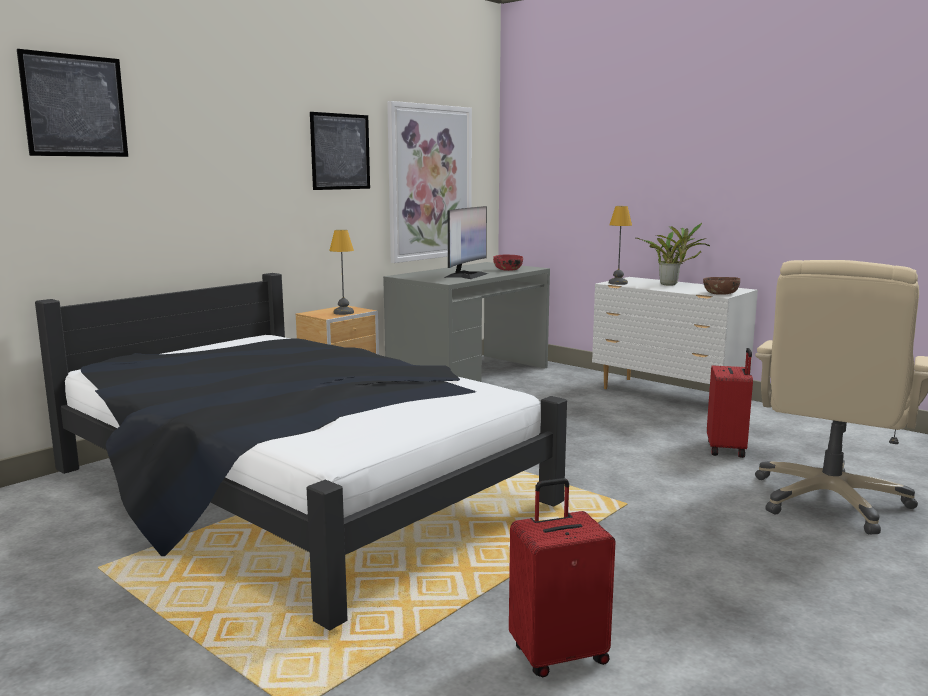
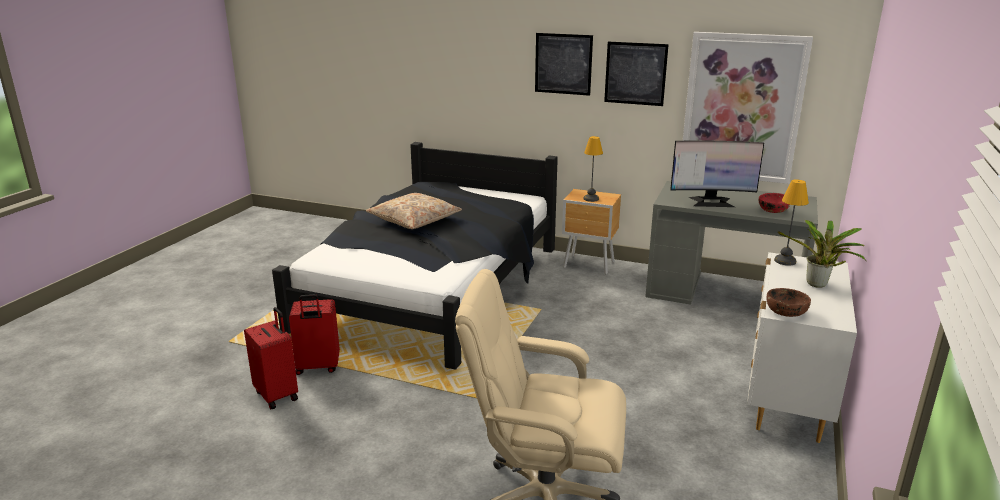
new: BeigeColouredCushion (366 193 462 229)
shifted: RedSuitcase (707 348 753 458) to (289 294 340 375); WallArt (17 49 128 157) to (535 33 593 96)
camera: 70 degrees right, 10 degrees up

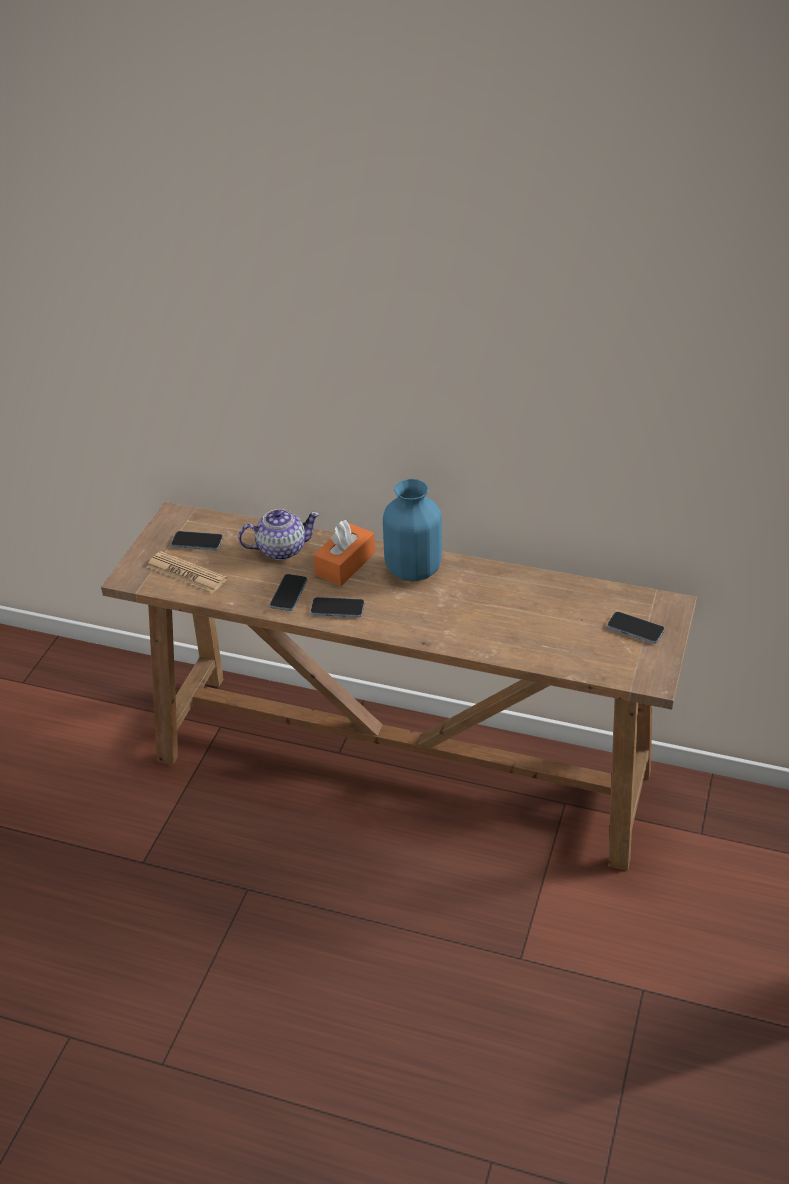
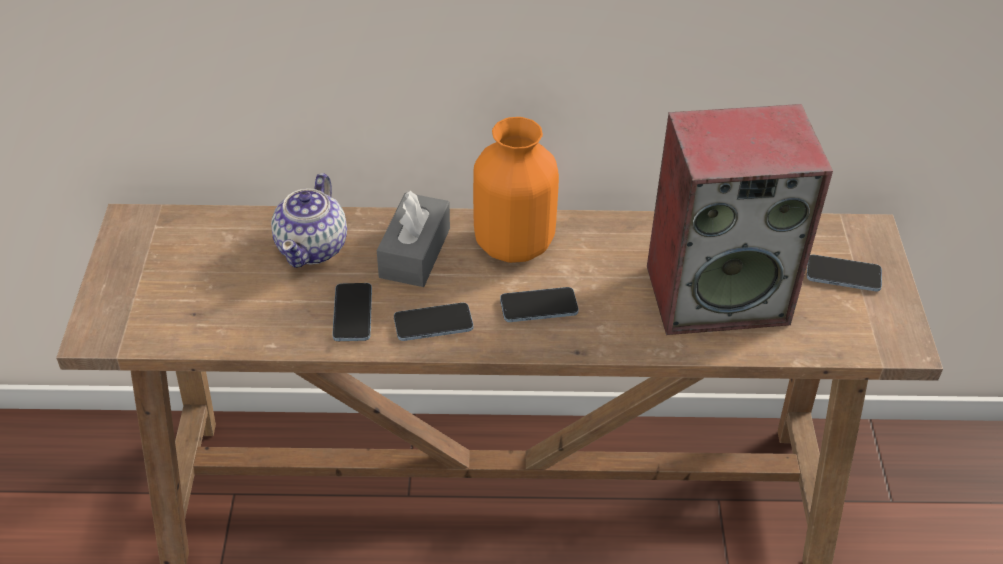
gone: Newspaper (146 551 227 594)
new: Loudspeaker (647 104 833 335)
shifted: Handset (171 531 223 550) to (500 287 579 322)
repainted: OrangeColouredTissueHolder (313 520 375 586) to GreyishTissueHolder (377 191 450 287); BlueColouredFlowerVase (383 479 442 581) to OrangeColouredFlowerVase (473 117 559 263)
rotated: PotForTea (238 509 320 560) = (271 173 347 268) 135 degrees clockwise
camera: 20 degrees left, 5 degrees up

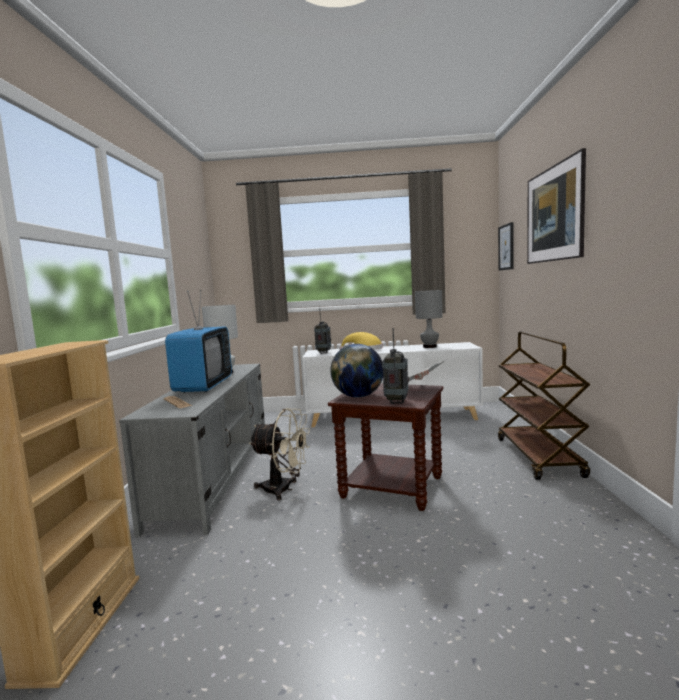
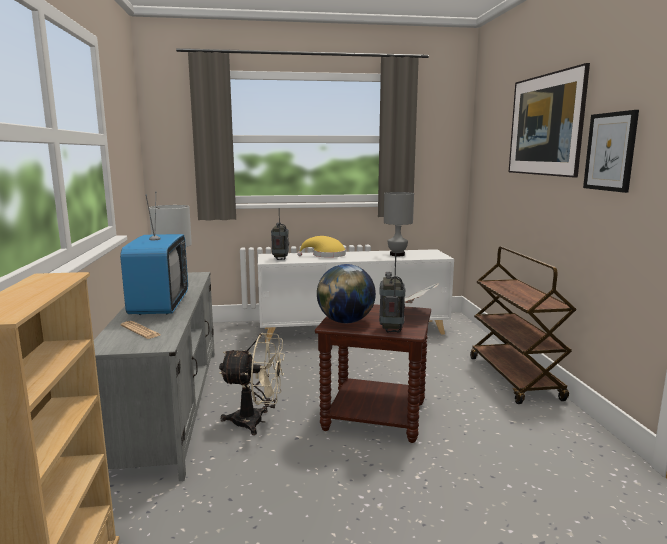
shifted: WallArt (498 222 514 271) to (583 110 639 193)
camera: 10 degrees left, 5 degrees up

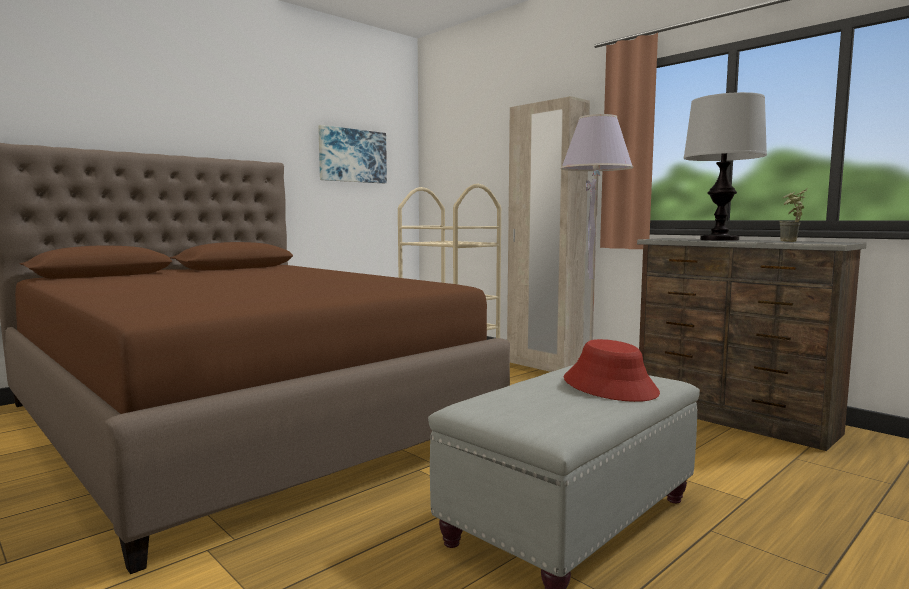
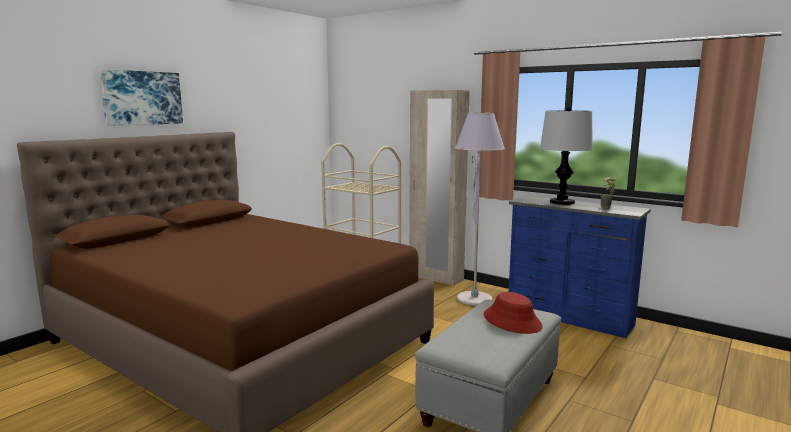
shifted: WallArt (318 125 387 183) to (99 69 183 126)
repainted: BrownChestOfDrawers (637 238 867 451) to BlueColouredChestOfDrawers (509 195 651 338)
camera: 10 degrees left, 5 degrees up

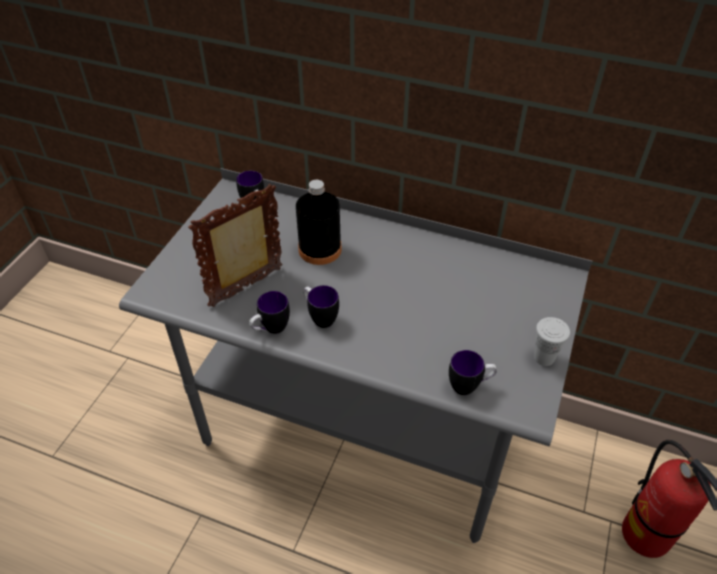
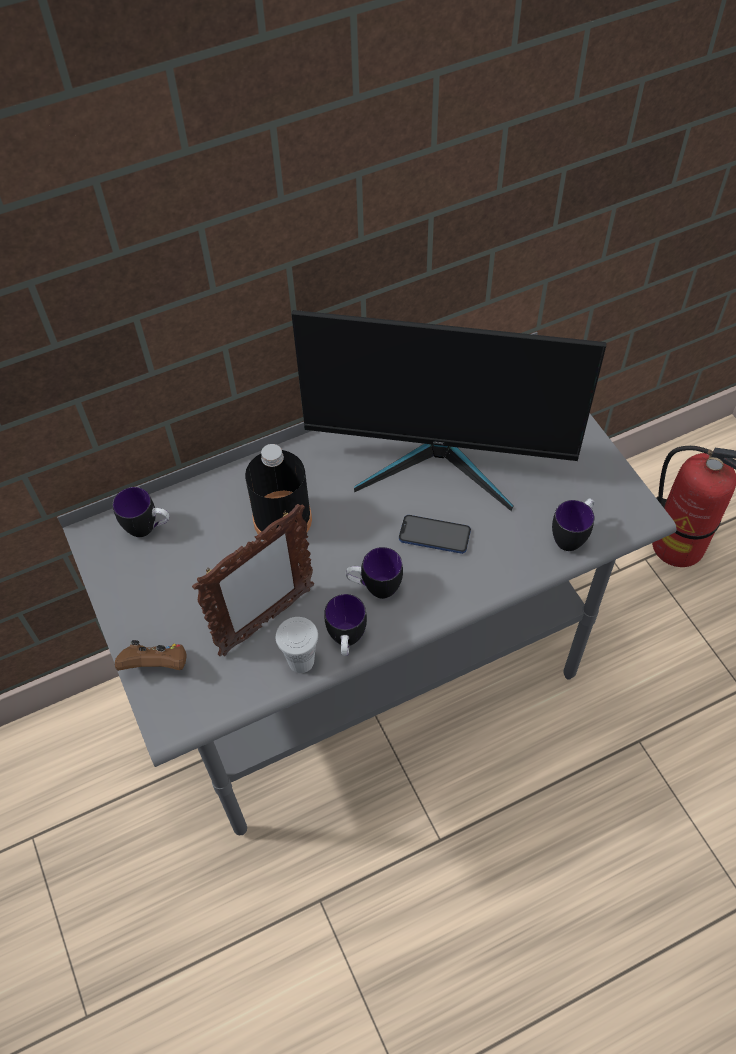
new: BrownJoypad (115 640 186 671); Monitor (291 310 606 511); Handset (399 515 471 554)
shifted: WhiteColouredDrinkingCup (534 317 570 366) to (276 617 318 673)
rotated: PictureFrame (188 184 283 307) = (192 504 314 656) 135 degrees counterclockwise
camera: 45 degrees left, 10 degrees up

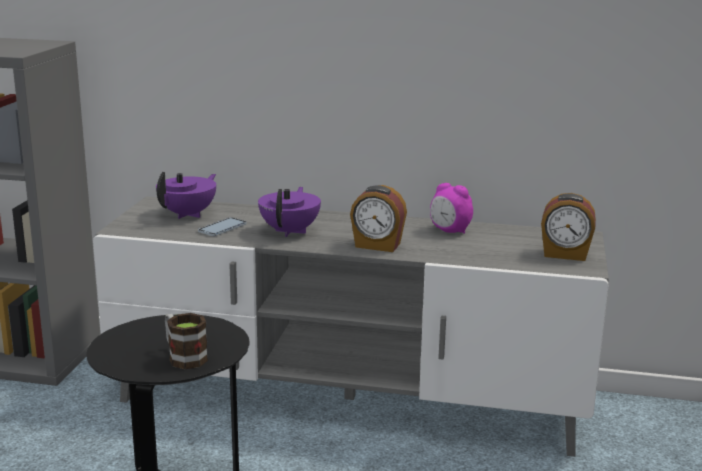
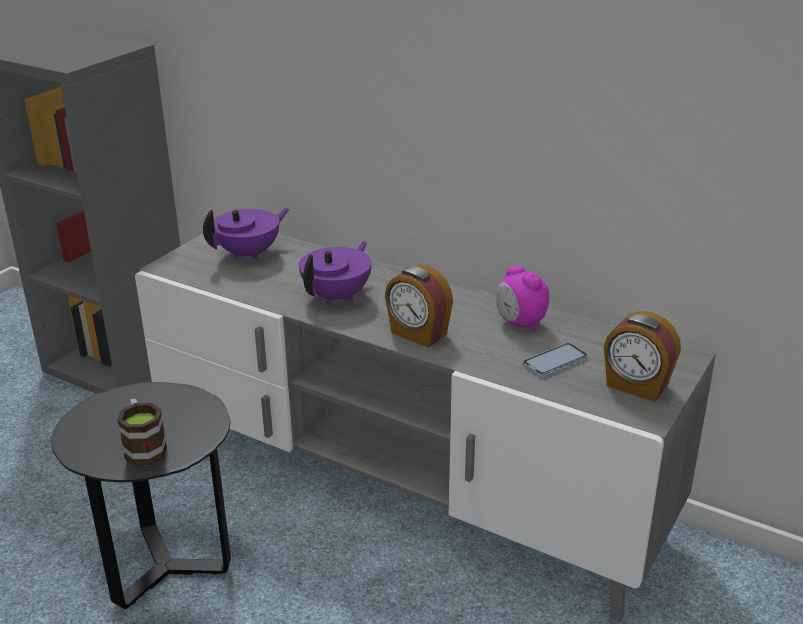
shifted: Handset (198 217 247 236) to (523 343 588 377)
camera: 20 degrees right, 10 degrees up

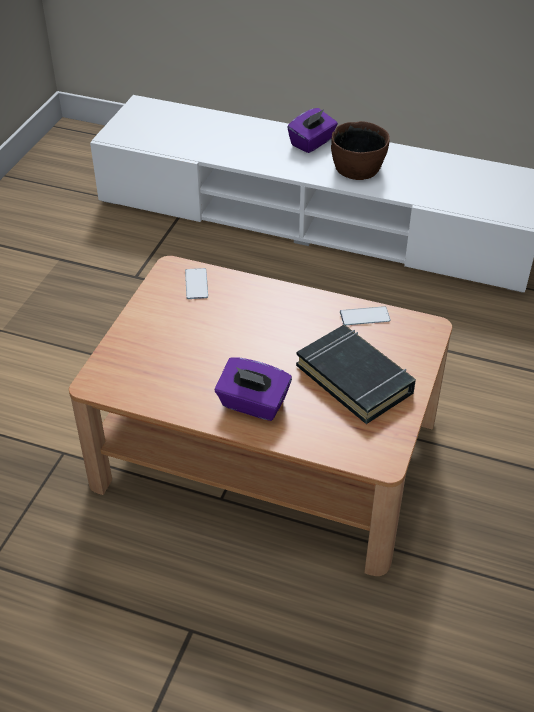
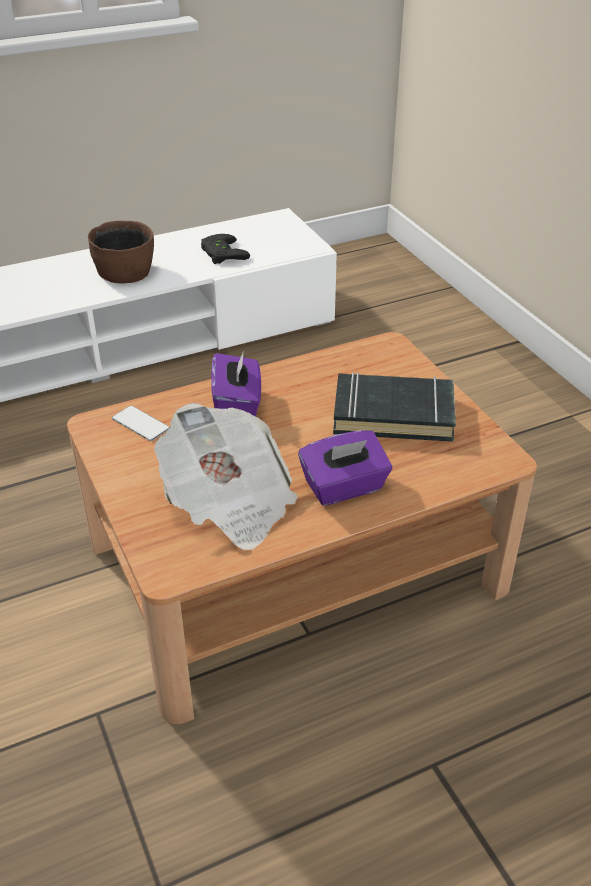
gone: Handset (340 306 391 325)
new: Newspaper (154 403 298 550); BlackColouredJoypad (201 234 250 264)
shifted: PurpleColouredTissueHolder (287 108 338 153) to (211 350 261 416)
camera: 45 degrees left, 5 degrees down

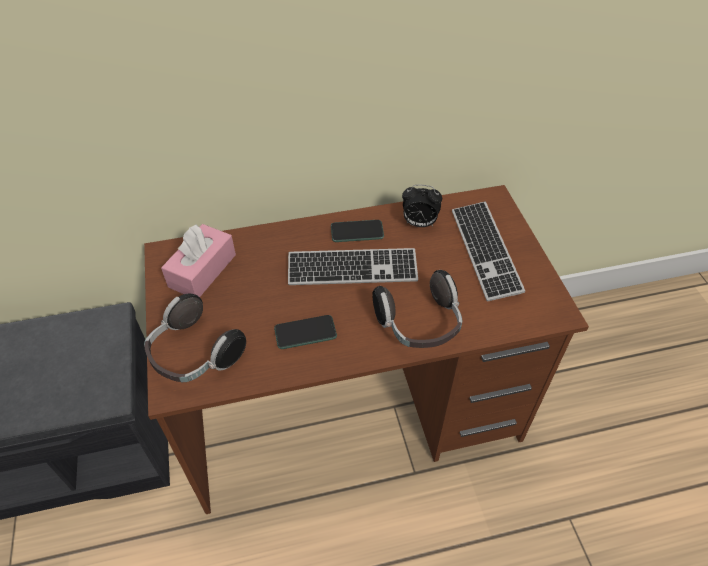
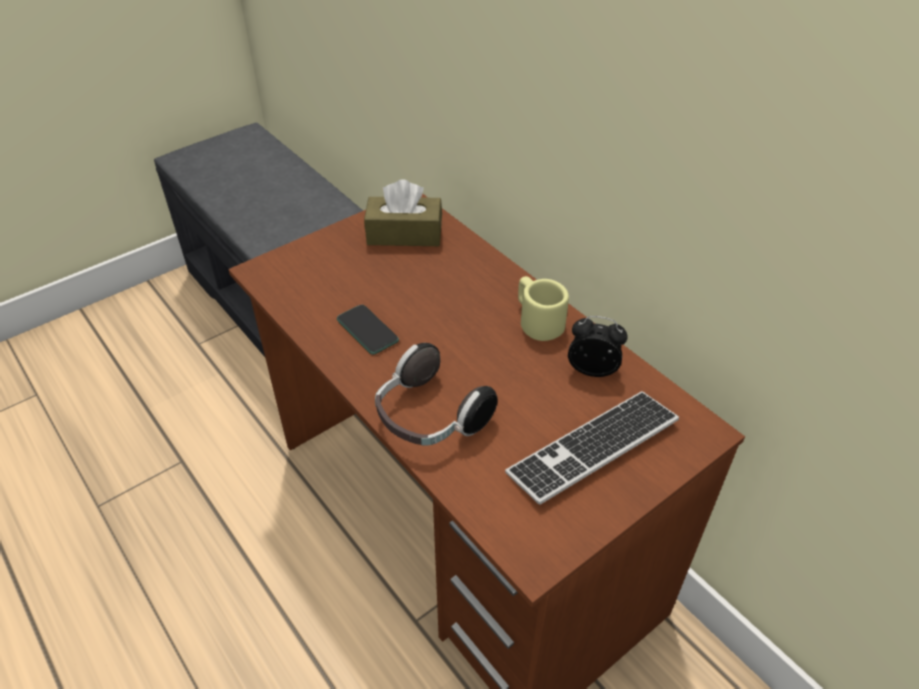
gone: Headphones (144 293 246 382); Keyboard (288 248 418 285)
swapped: Handset (331 220 384 242) to BeigeColouredMug (518 276 569 341)
repainted: PinkColouredTissueHolder (161 224 236 297) to BrownTissueHolder (364 180 442 246)
rotated: BedsideClock (402 185 442 227) = (568 316 628 377) 120 degrees clockwise
camera: 65 degrees right, 5 degrees down

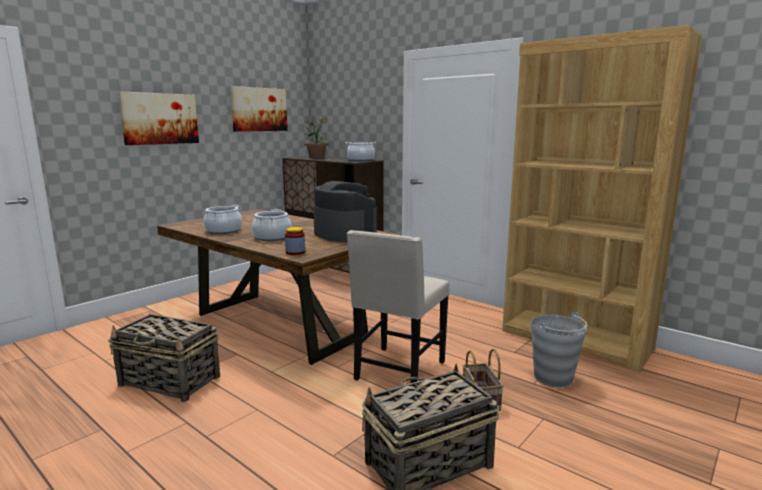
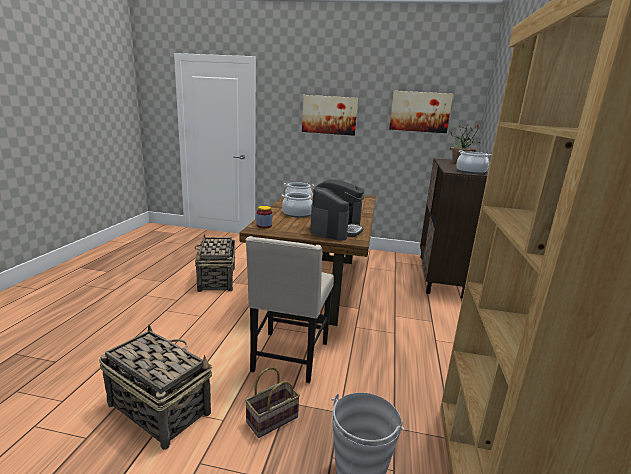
rotated: BeigeColouredUprightChair (347 230 450 383) = (245 236 334 383) 75 degrees counterclockwise
camera: 60 degrees right, 5 degrees up

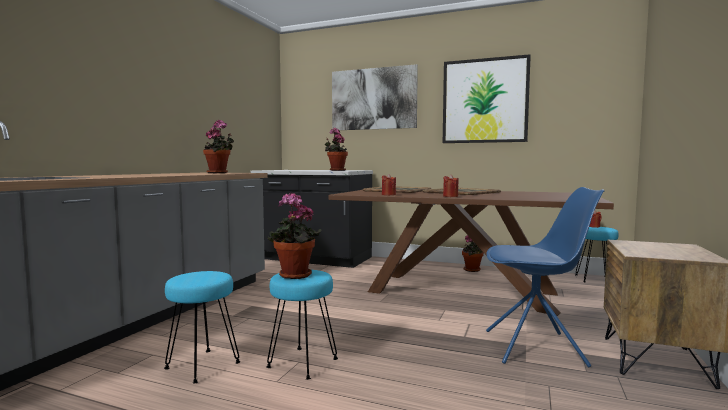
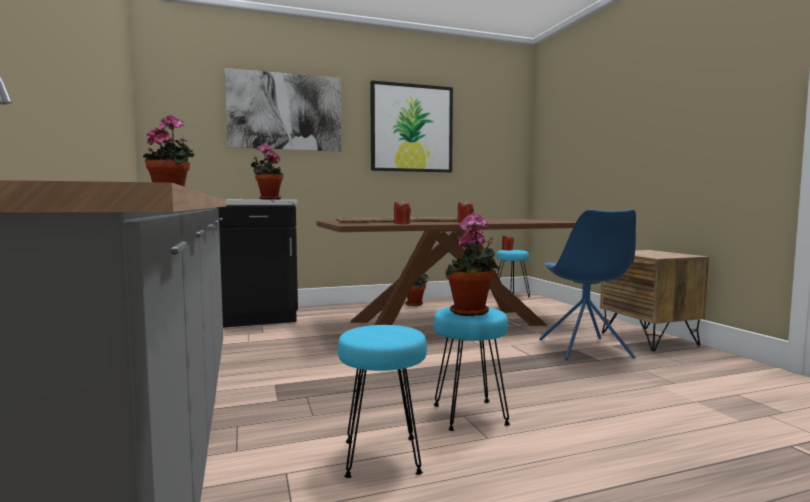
rotated: BlueColouredUprightChair (486 187 605 367) = (539 209 636 360) 120 degrees clockwise
camera: 40 degrees left, 0 degrees up

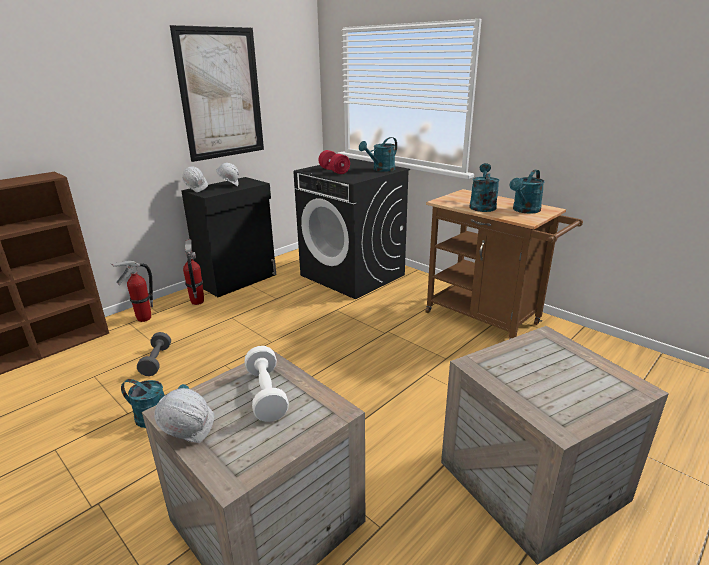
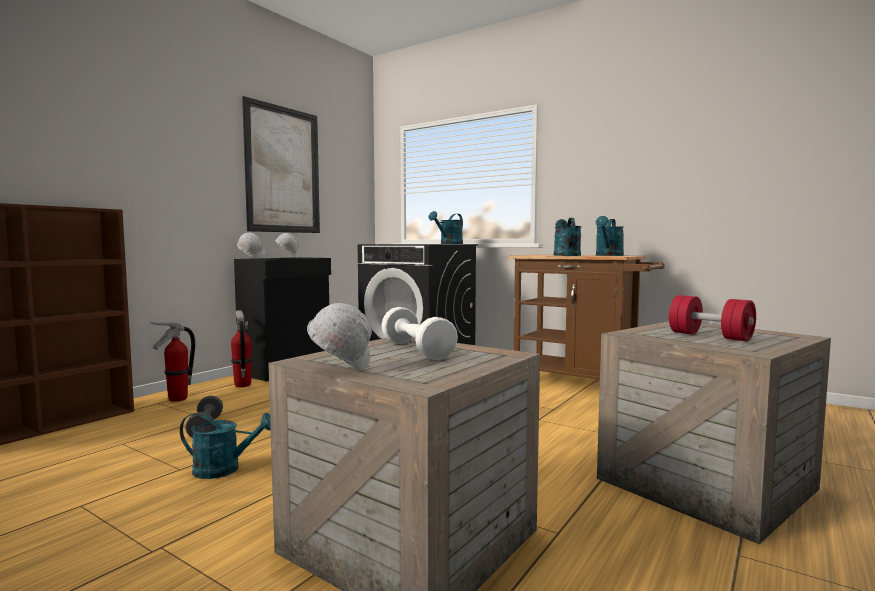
shifted: RedDumbbell (319 150 350 174) to (669 295 756 341)
camera: 10 degrees left, 20 degrees down

